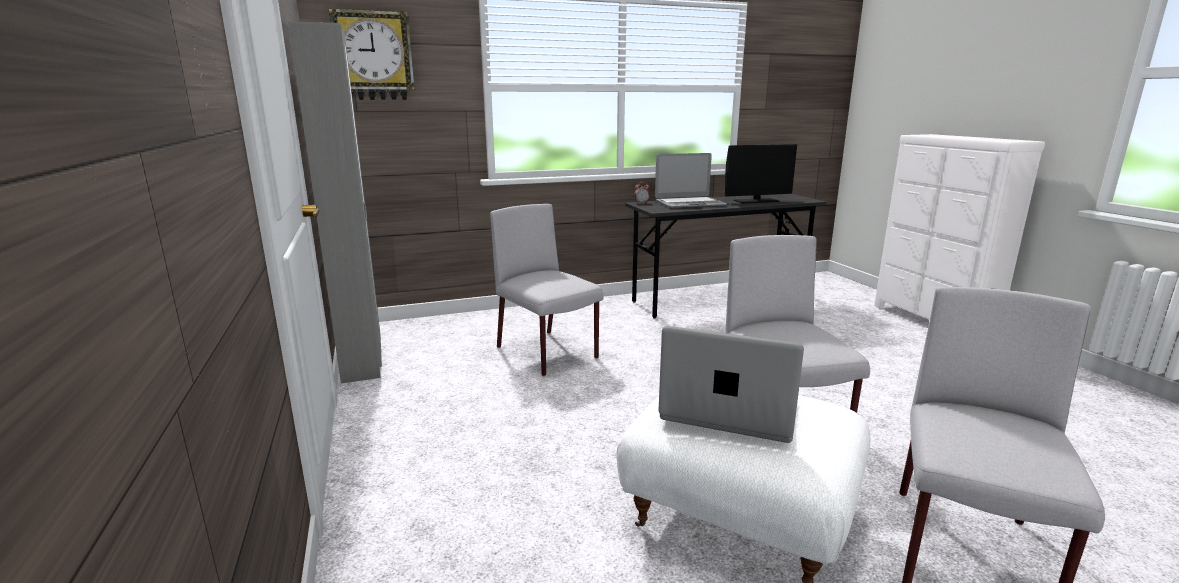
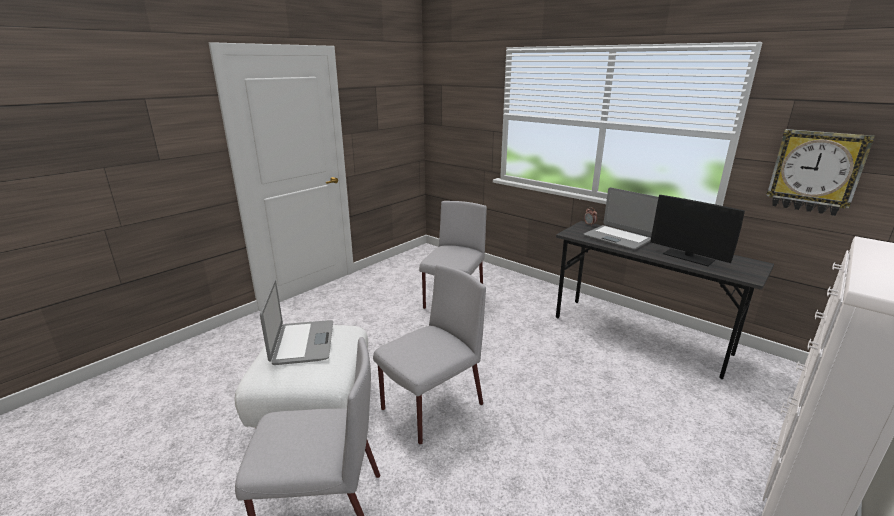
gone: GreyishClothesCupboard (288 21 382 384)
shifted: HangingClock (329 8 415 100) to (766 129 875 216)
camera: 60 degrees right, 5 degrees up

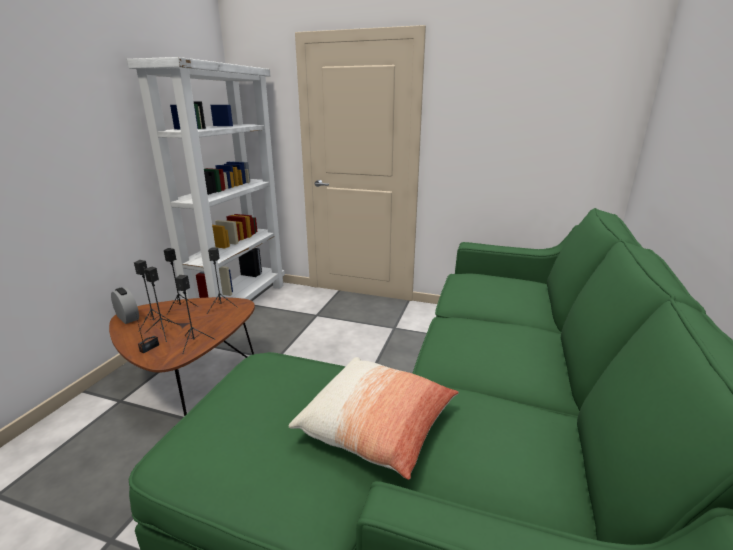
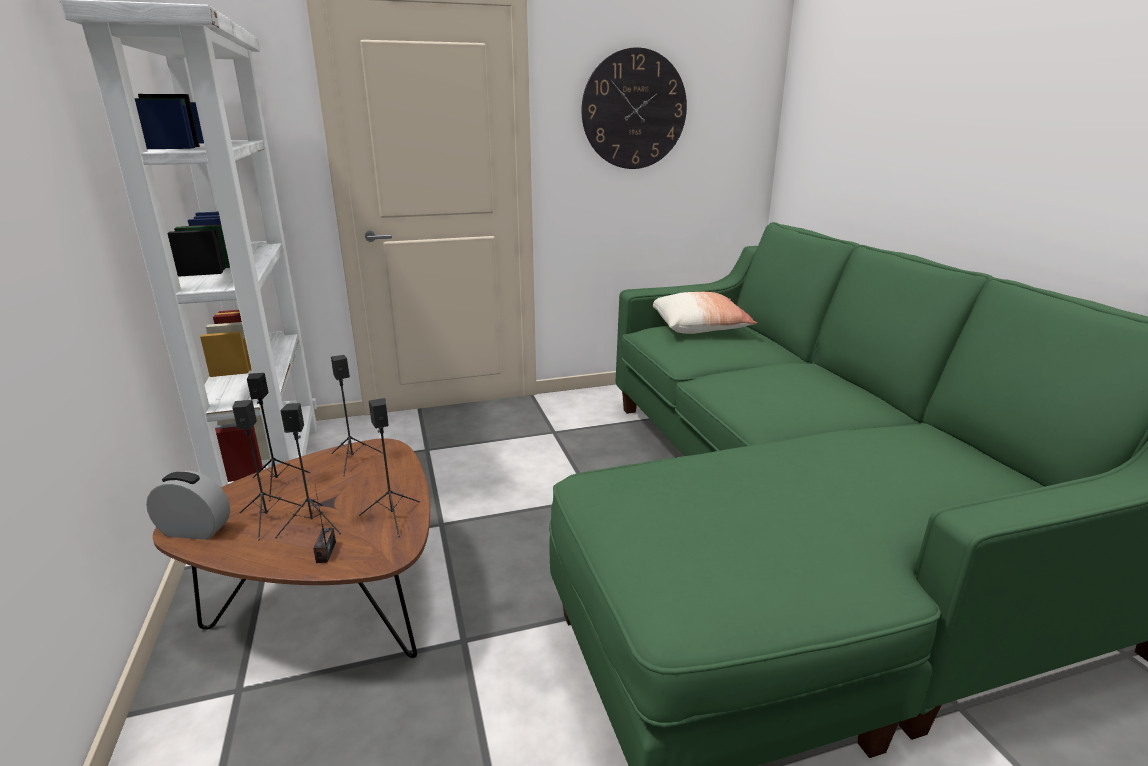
new: HangingClock (582 47 687 169)
shifted: Cushion (289 357 459 480) to (653 292 757 334)
camera: 35 degrees left, 0 degrees up

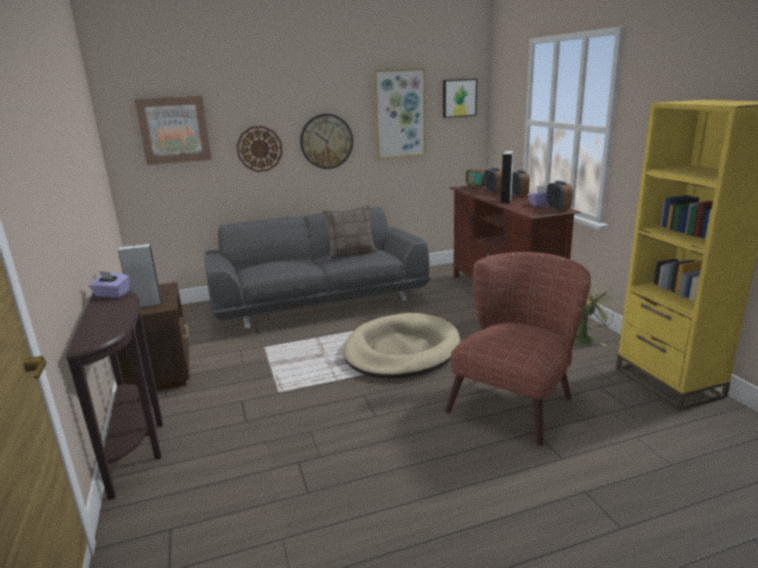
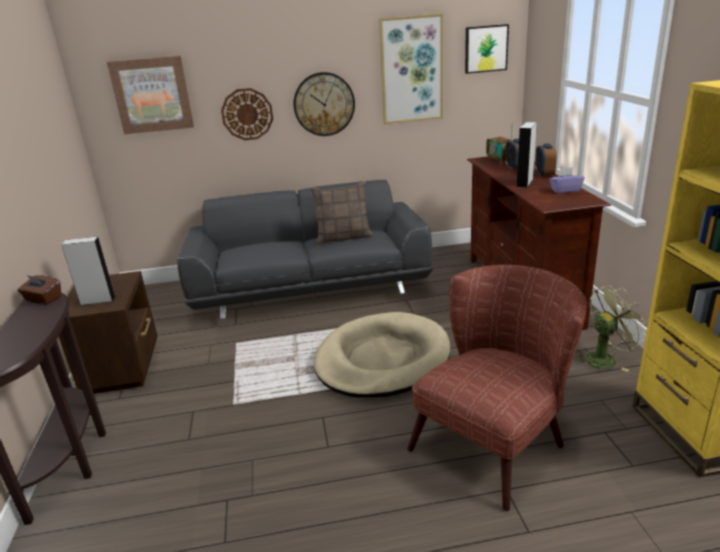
gone: BedsideClock (546 181 573 212)
repainted: PurpleColouredTissueHolder (89 271 130 298) to BrownTissueHolder (18 275 61 305)
camera: 10 degrees right, 5 degrees up

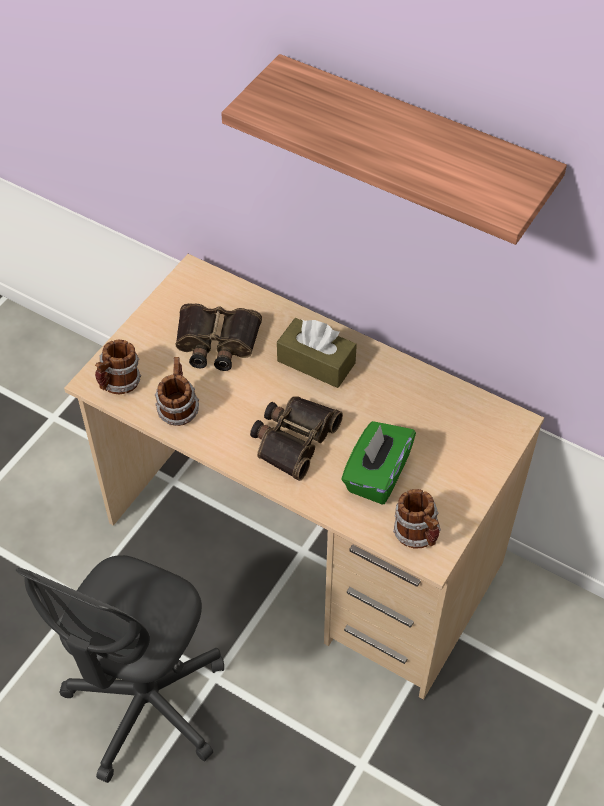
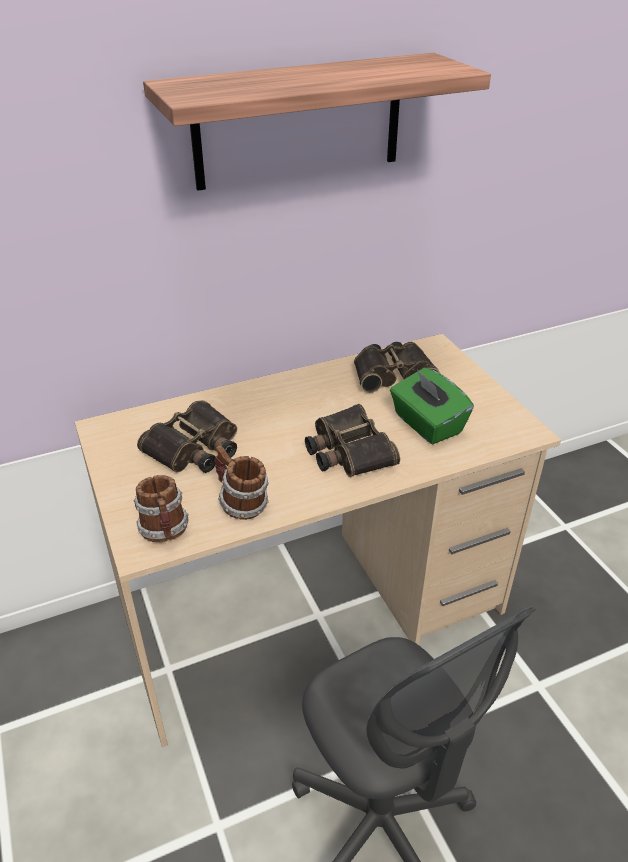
gone: BrownTissueHolder (277 318 357 388); Mug (393 489 441 549)
new: FieldGlasses (354 342 440 393)
camera: 55 degrees left, 15 degrees down

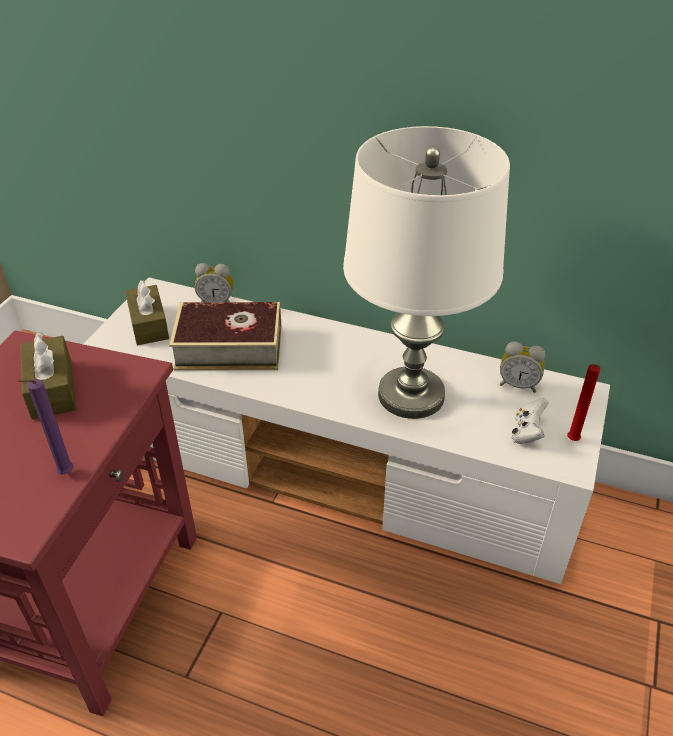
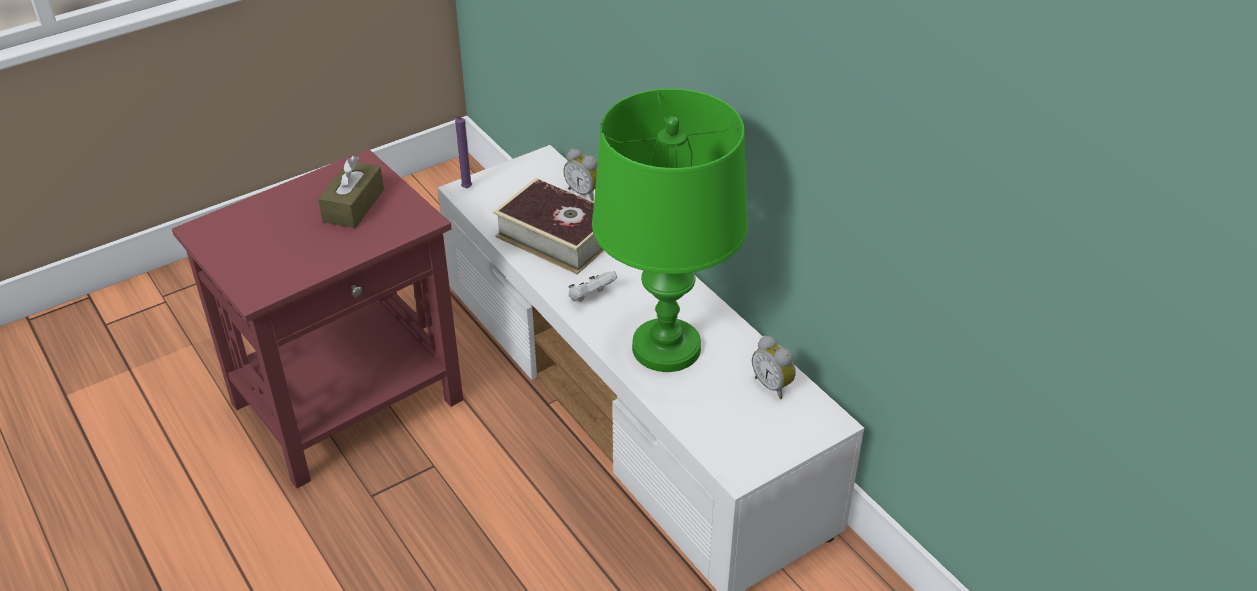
gone: BrownTissueHolder (125 280 169 345); RedWaxLight (567 364 600 441)
shifted: PurpleColouredWaxLight (17 379 74 474) to (449 113 472 188); WhiteColouredJoypad (512 398 549 444) to (569 272 617 302)
repainted: WhiteColouredLampForATable (343 126 510 419) to GreenColouredLampForATable (592 88 748 372)
camera: 35 degrees right, 0 degrees up

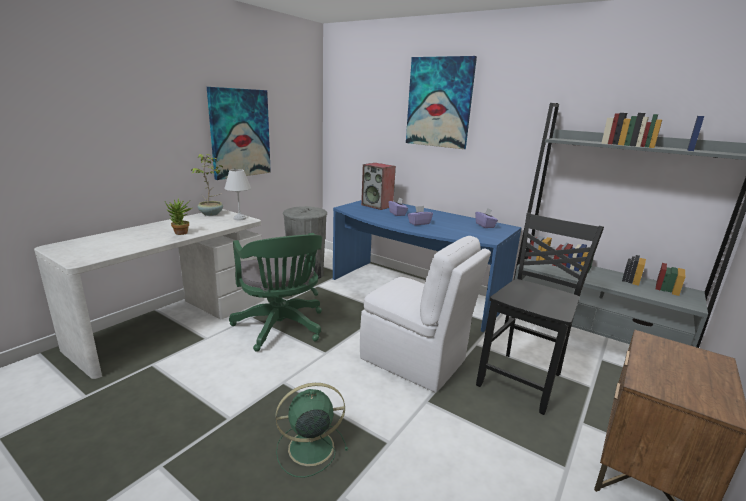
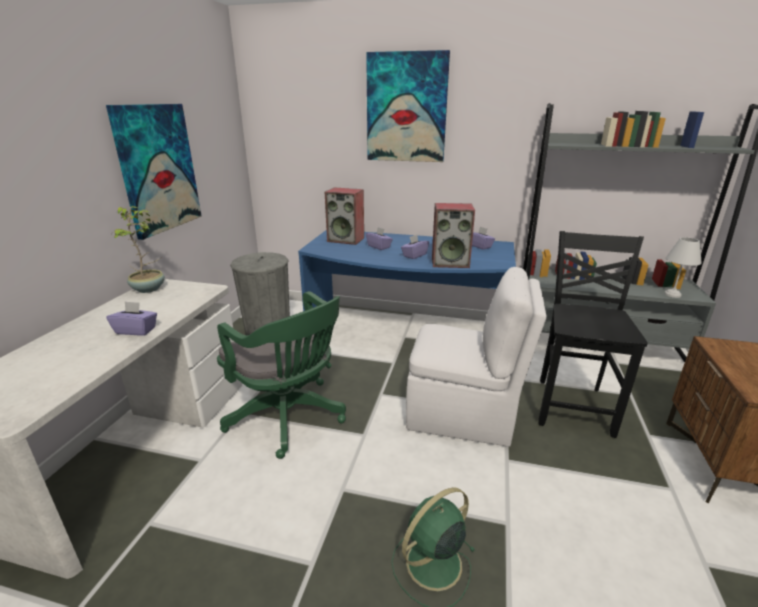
new: Loudspeaker (432 203 475 268)
shifted: WhiteColouredLampForATable (224 169 251 220) to (664 237 702 298)
swapped: PottedPlant (165 198 192 235) to PurpleColouredTissueHolder (106 302 157 336)
camera: 20 degrees left, 5 degrees up

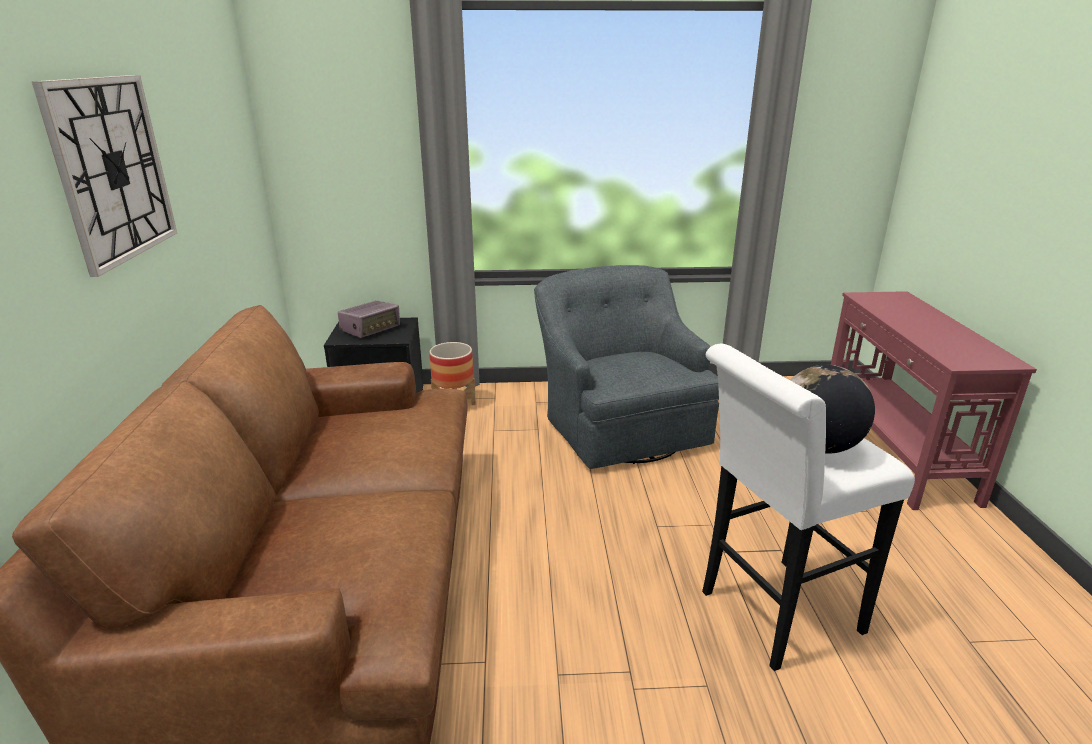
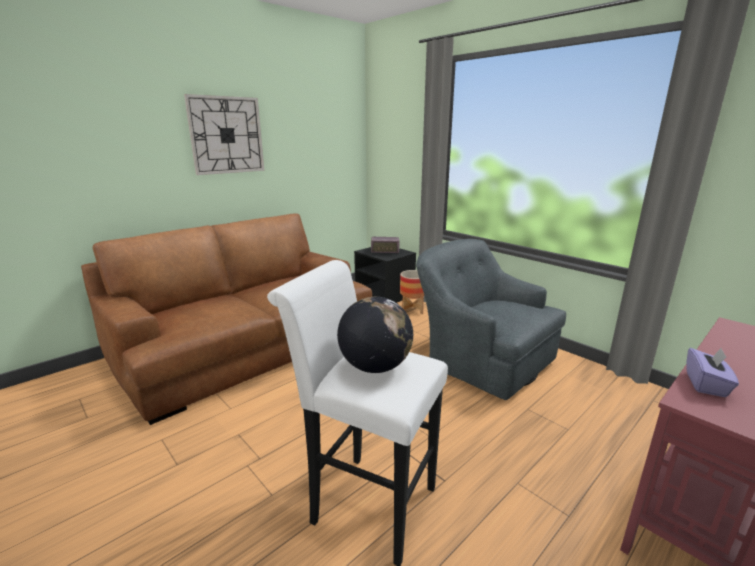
new: PurpleColouredTissueHolder (686 348 739 397)
rotated: GreyishLoungeChair (534 265 719 469) = (416 239 566 400) 75 degrees counterclockwise
camera: 50 degrees right, 5 degrees down

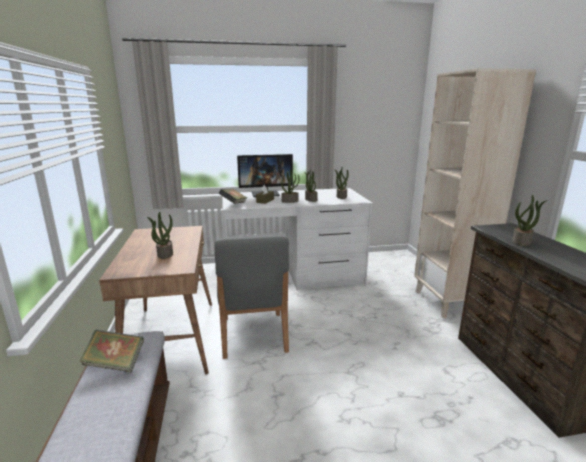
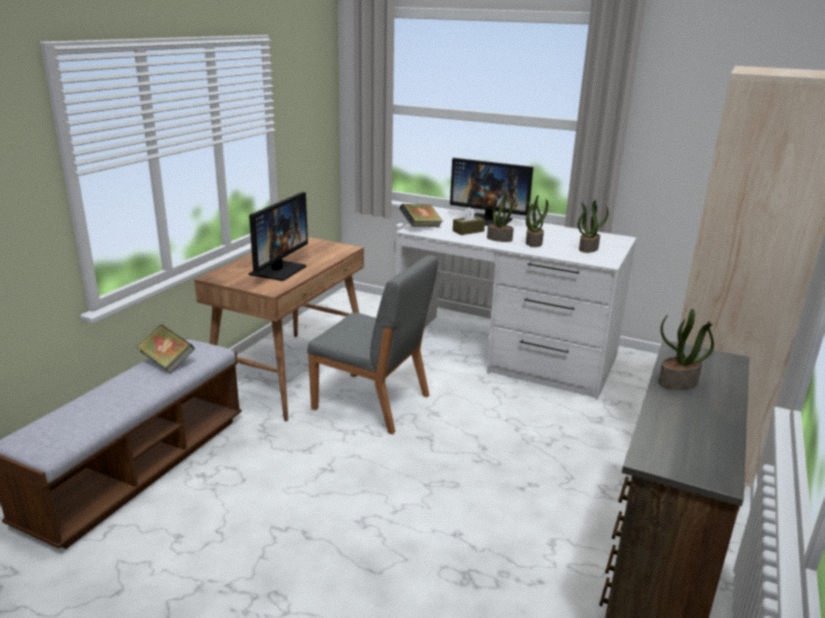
swapped: PottedPlant (147 212 173 259) to Monitor (249 192 308 281)
rotated: GreyishUprightChair (214 235 289 359) = (307 255 438 435) 90 degrees counterclockwise
camera: 35 degrees right, 5 degrees up

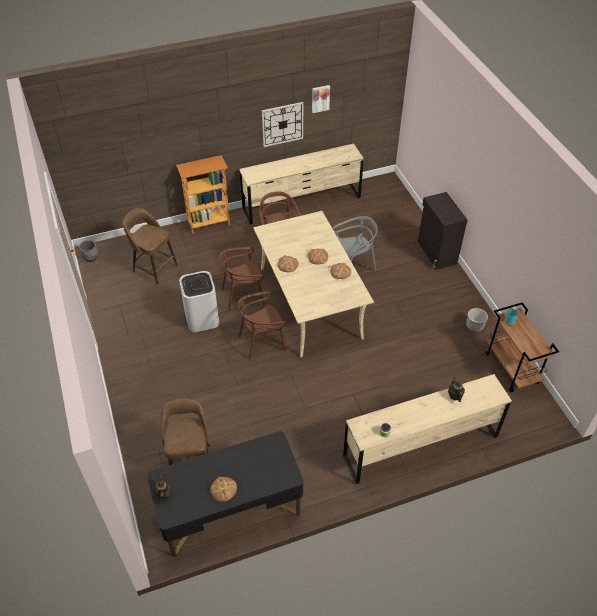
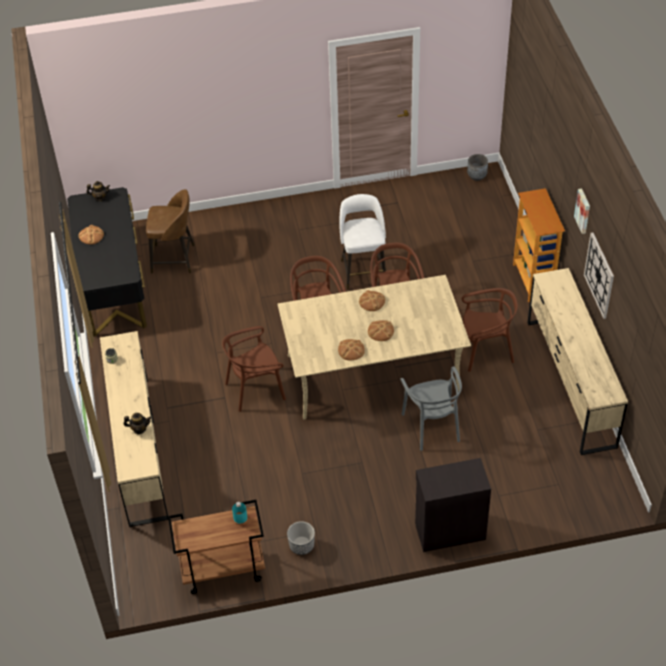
gone: BrownSittingStool (123 207 178 285)
new: BrownUprightChair (222 326 286 412)
shifted: WallArt (312 85 330 113) to (574 188 590 234)
swapped: WhiteColouredTrashCan (179 271 219 332) to WhiteColouredSittingStool (339 194 386 289)
camera: 100 degrees right, 0 degrees up

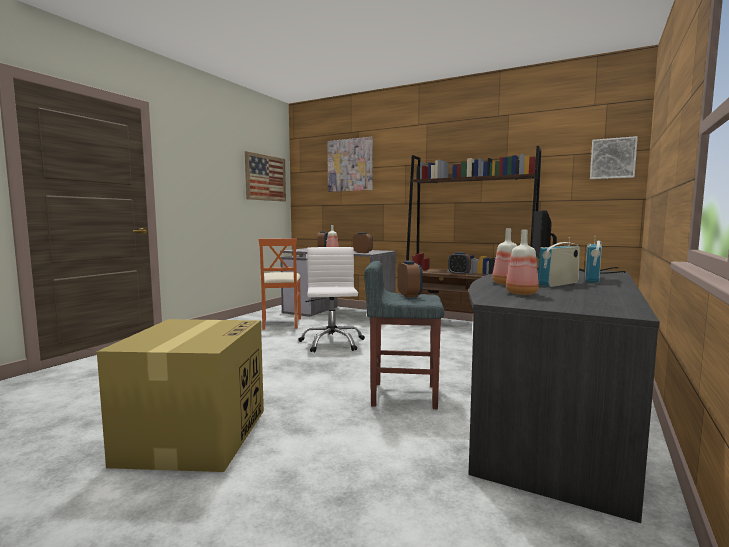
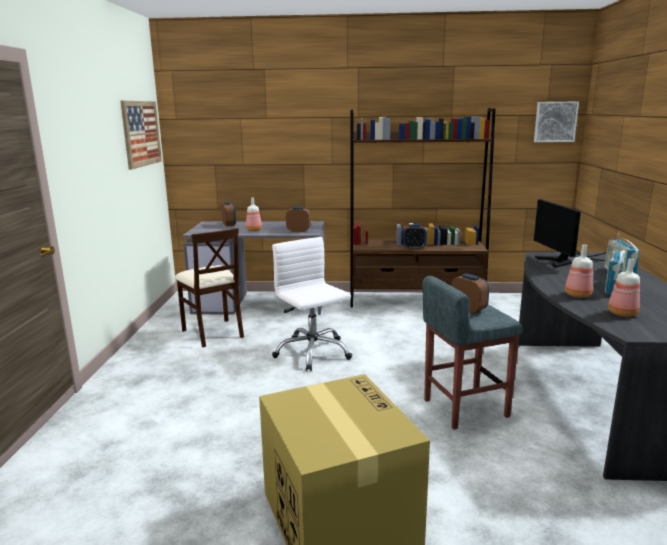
gone: WallArt (327 137 373 192)
repainted: OrangeColouredUprightChair (259 238 301 330) to BeigeColouredUprightChair (175 228 244 347)
camera: 25 degrees left, 10 degrees up

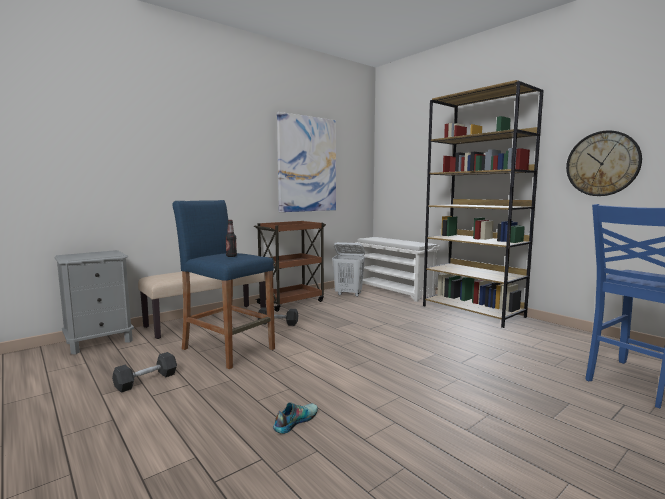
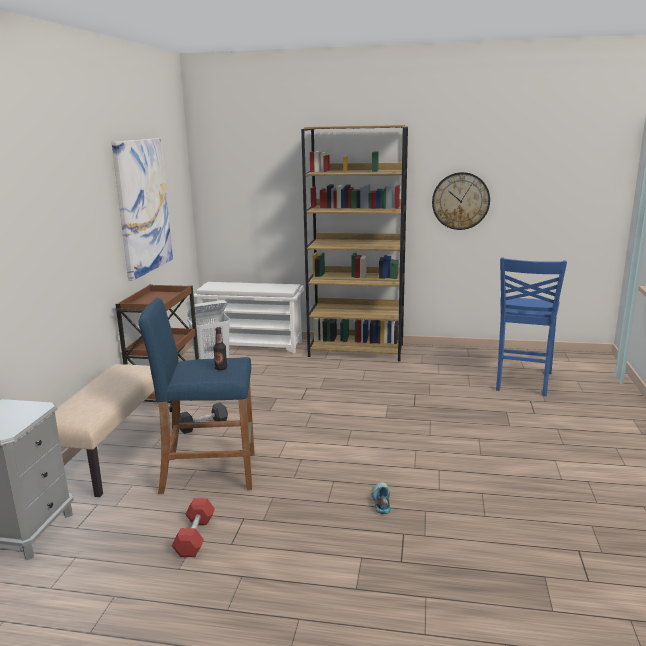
repainted: GreyishDumbbell (112 352 177 393) to RedDumbbell (172 498 215 557)
camera: 40 degrees left, 10 degrees up

